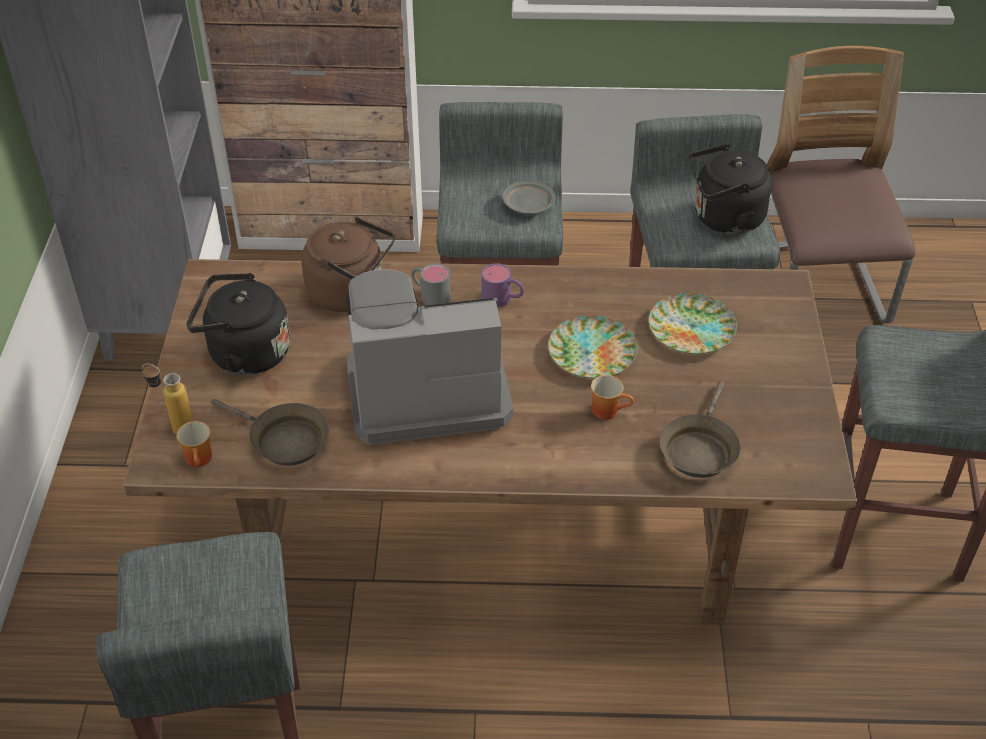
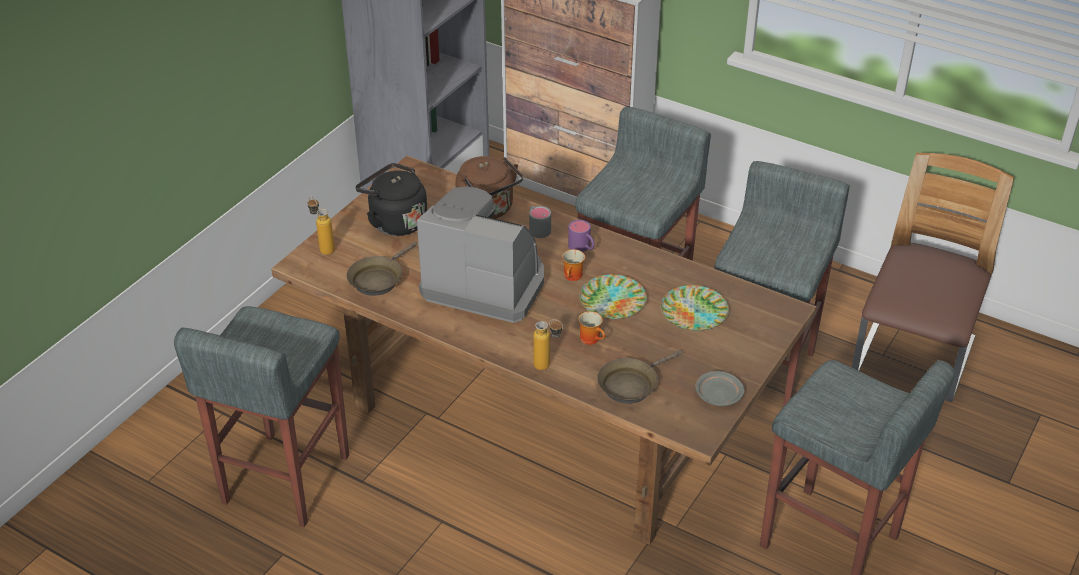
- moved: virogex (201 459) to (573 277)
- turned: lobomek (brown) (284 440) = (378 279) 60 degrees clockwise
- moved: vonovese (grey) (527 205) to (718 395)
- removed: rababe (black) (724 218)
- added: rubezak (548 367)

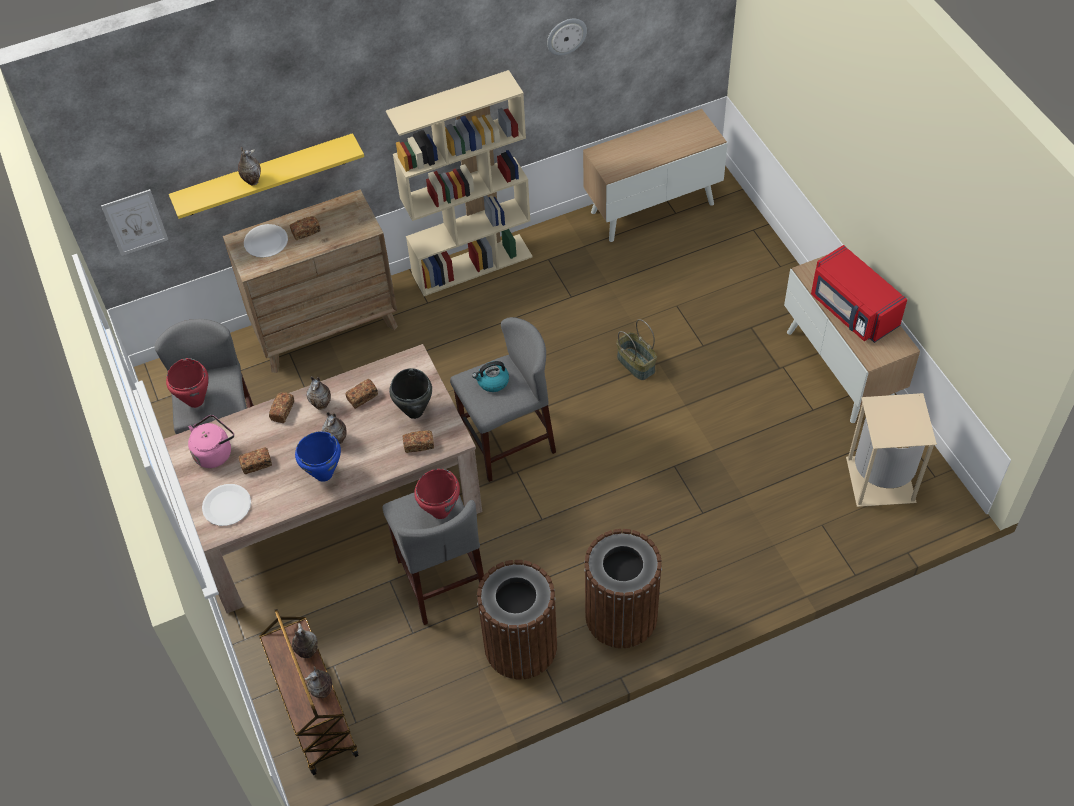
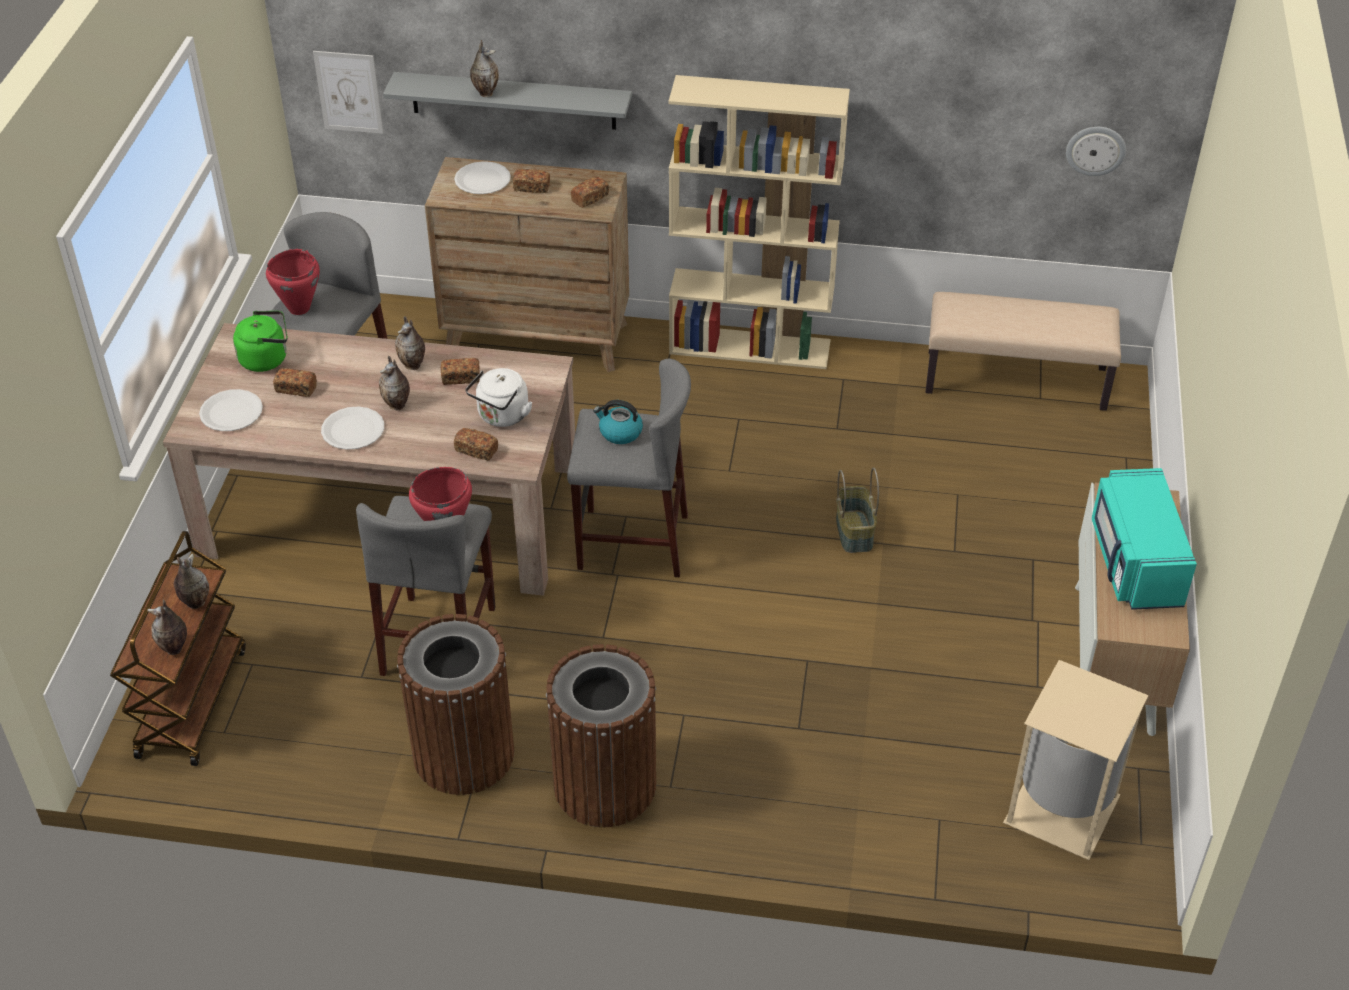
- recoloured: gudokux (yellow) (265 175) to gudokux (grey) (513 100)
- recoloured: rababe (pink) (215 452) to rababe (green) (267 358)
- moved: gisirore (282 411) to (590 198)
- replaced: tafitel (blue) (323 474) to vonovese (white) (353 430)
- replaced: tafitel (black) (414 412) to rababe (white) (501 416)
- moved: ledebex (566 36) to (1095 150)
- replaced: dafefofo (652 207) to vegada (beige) (1016 380)
- recoloured: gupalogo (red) (852 310) to gupalogo (turquoise) (1134 563)

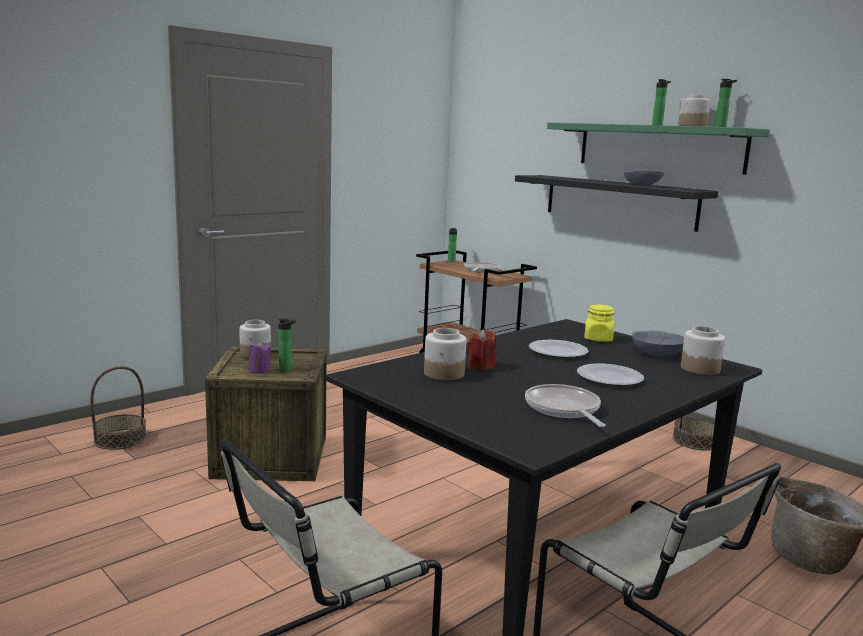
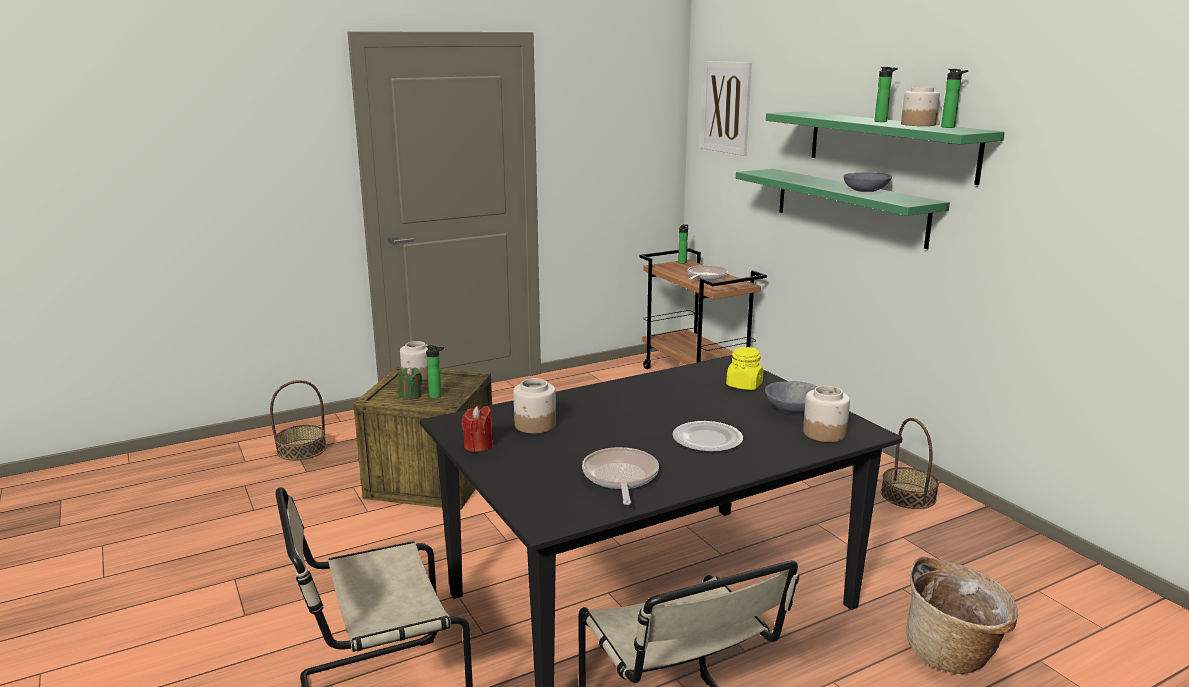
- recoloured: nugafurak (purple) (259 370) to nugafurak (green) (410 395)
- moved: nugafurak (red) (481 366) to (478 446)
- recoloured: gudokux (black) (619 201) to gudokux (green) (849 206)
- removed: vonovese (558 351)
- added: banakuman (726 107)

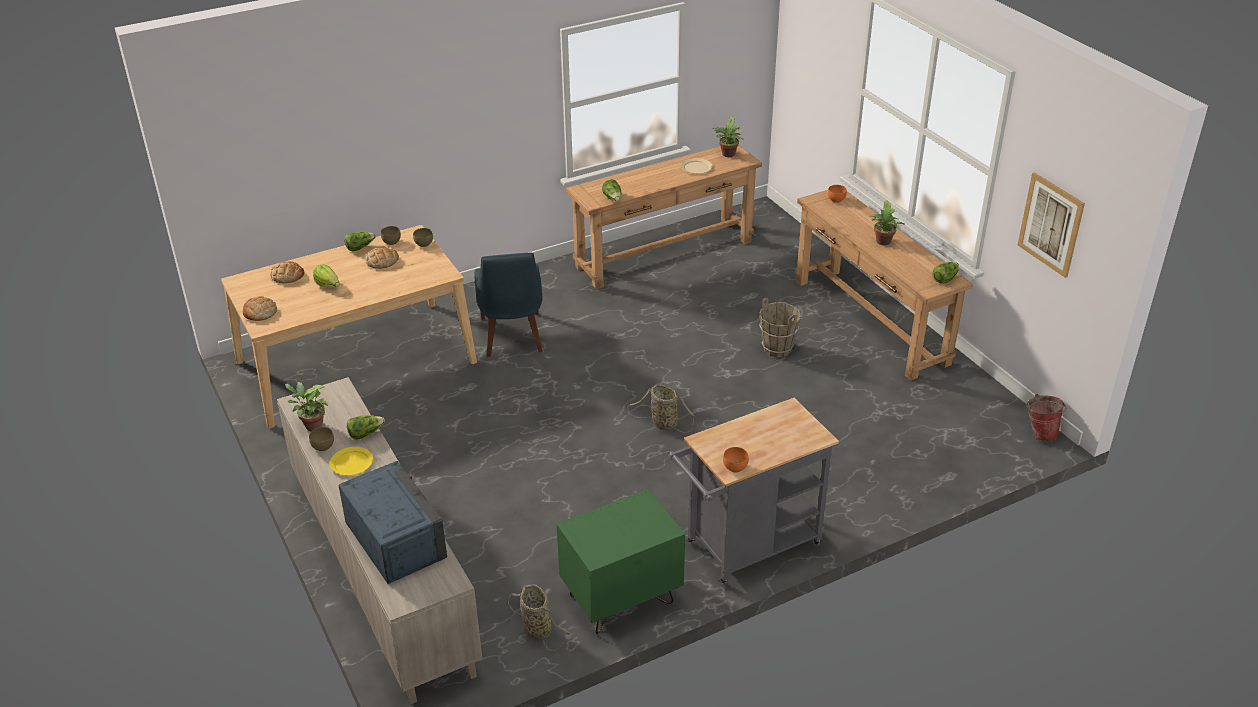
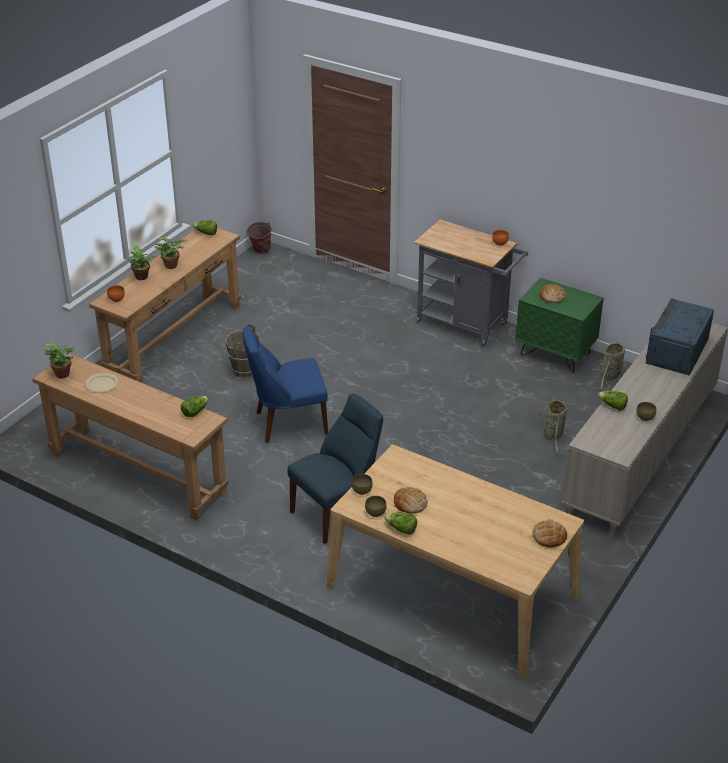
- moved: gisirore (287 275) to (552 296)
- moved: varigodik (311 425) to (142 278)
- removed: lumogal (328 285)
- removed: vonovese (yellow) (351 463)
- moved: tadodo (662 423) to (553 435)
- removed: banakuman (1050 224)
- added: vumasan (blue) (287 423)

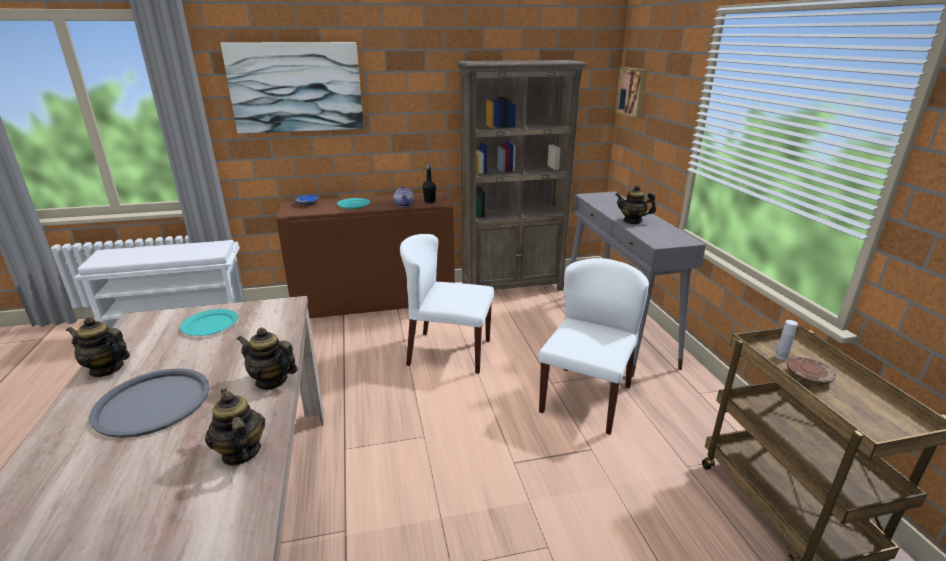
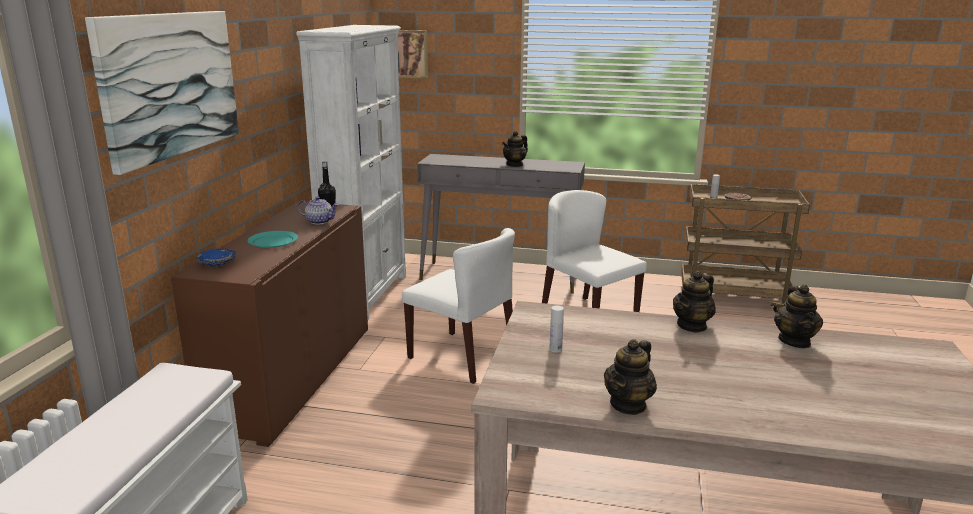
- removed: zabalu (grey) (152 403)
- replaced: vonovese (turquoise) (210 325) to rubezak (white) (555 349)
- turned: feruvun (240 452) = (795 341) 75 degrees counterclockwise
- turned: vumasan (white) (448 352) = (463 356) 90 degrees counterclockwise
- recoloured: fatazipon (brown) (513 287) to fatazipon (white) (367 295)

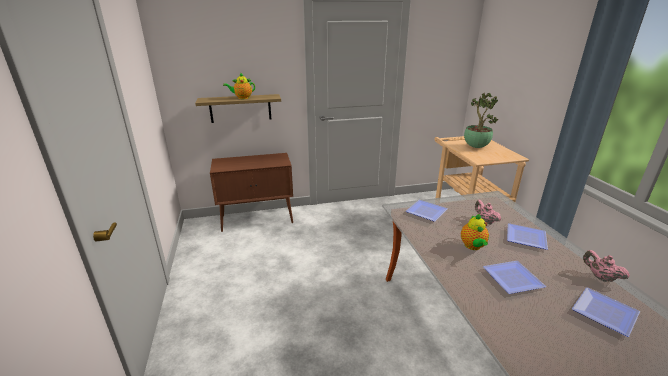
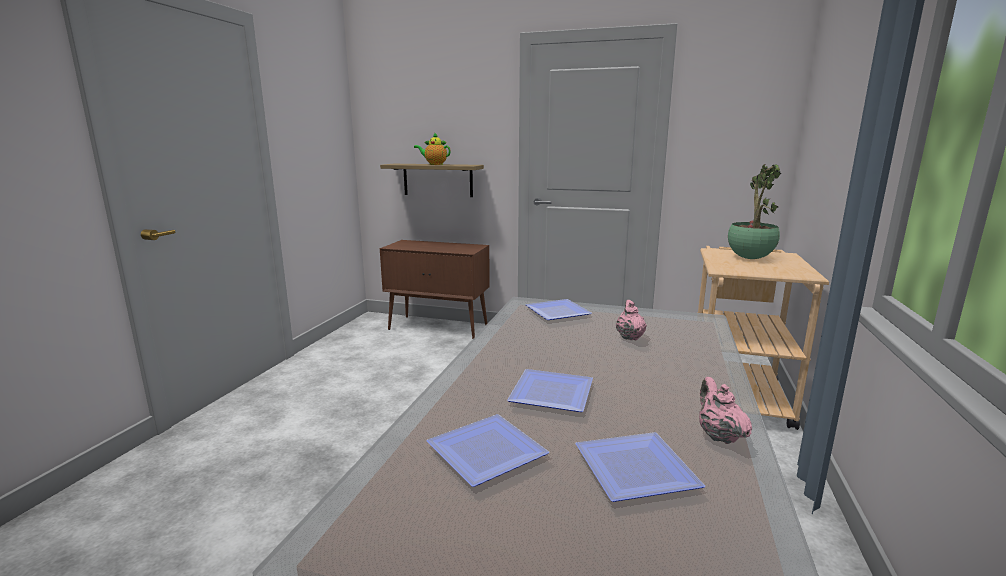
- removed: feruvun (473 246)
- moved: vonovese (527 237) to (491 452)

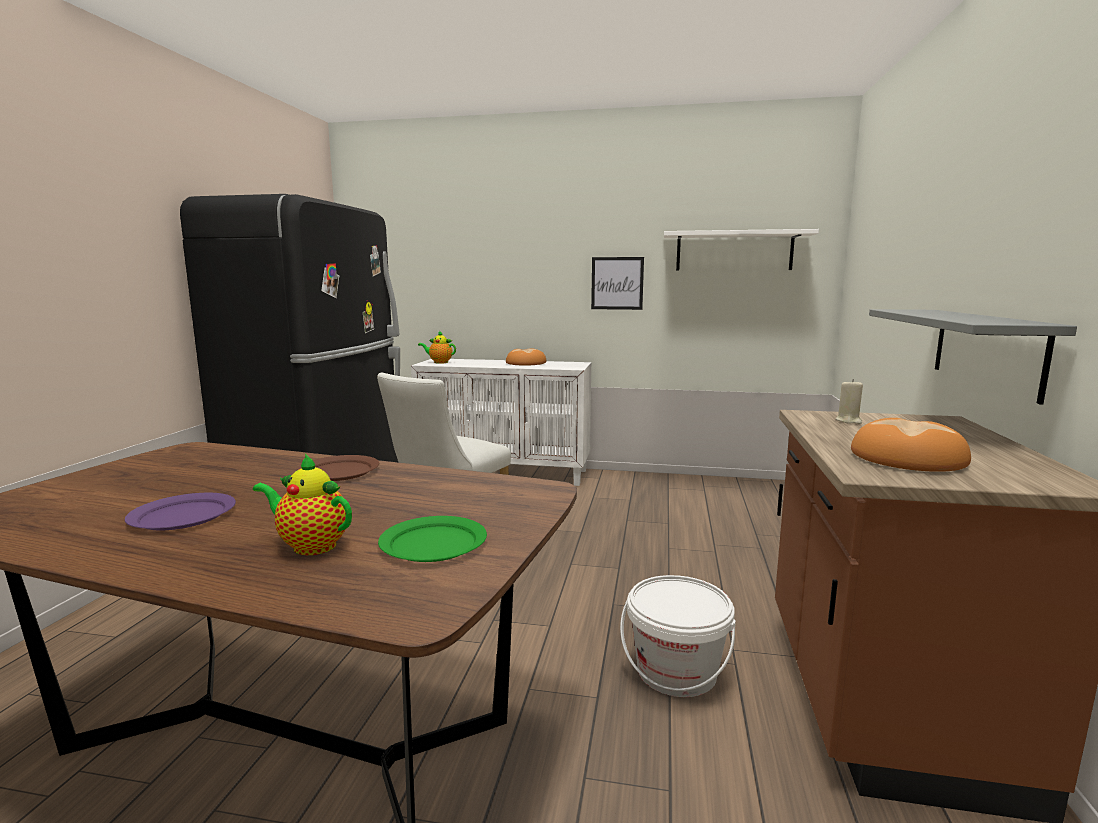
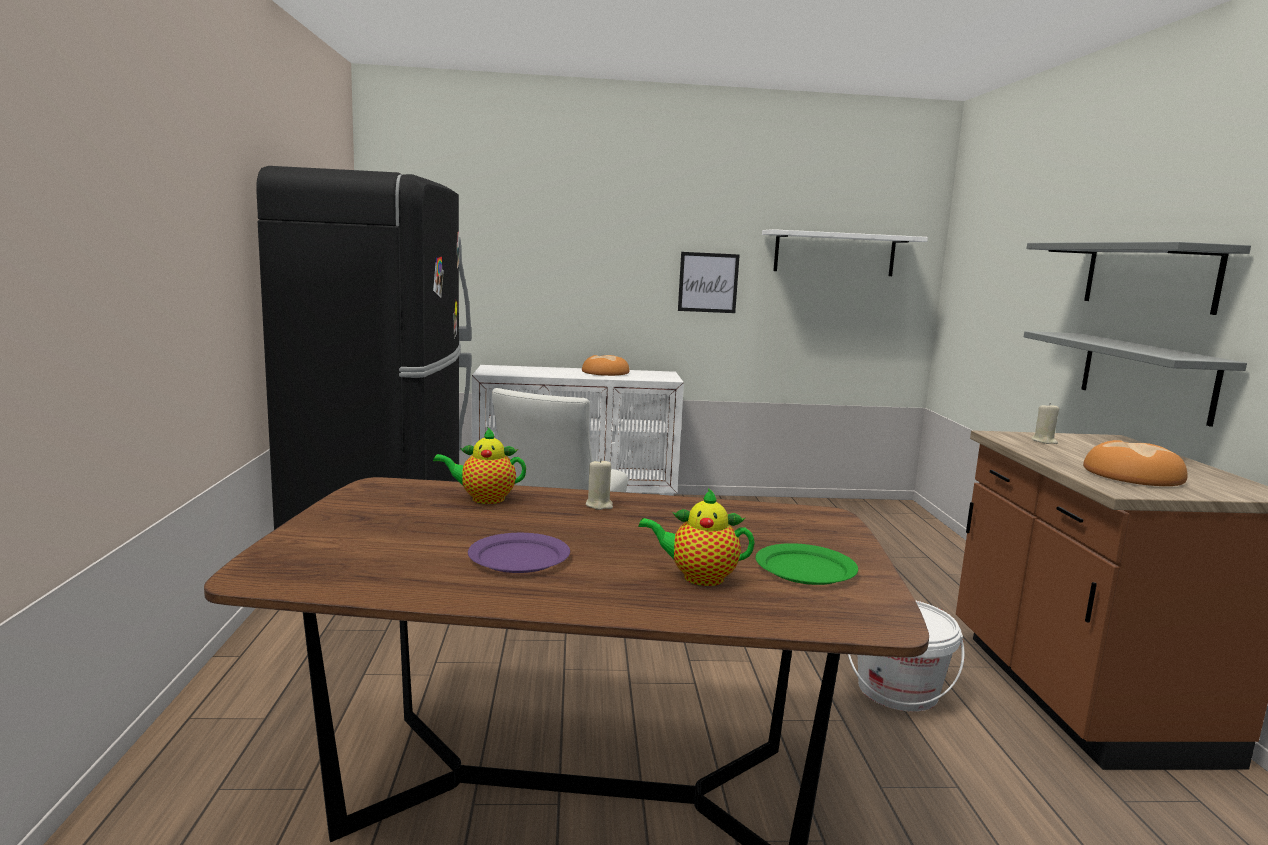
- replaced: vonovese (brown) (338 471) to nugafurak (beige) (599 505)
- moved: feruvun (439 362) to (484 499)
- added: gudokux (grey) (1149 276)

